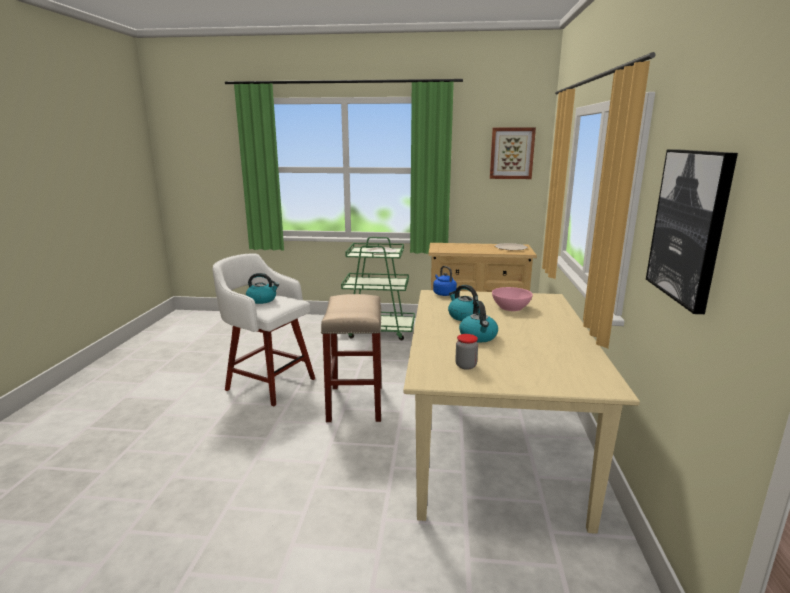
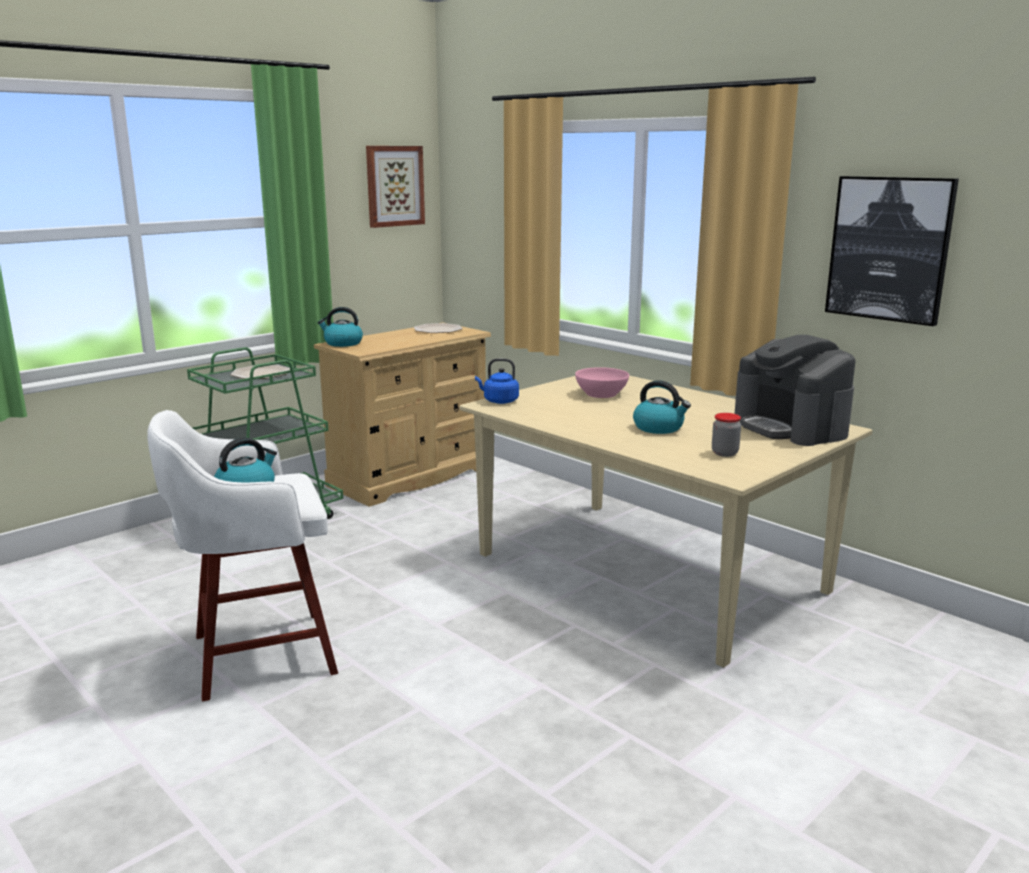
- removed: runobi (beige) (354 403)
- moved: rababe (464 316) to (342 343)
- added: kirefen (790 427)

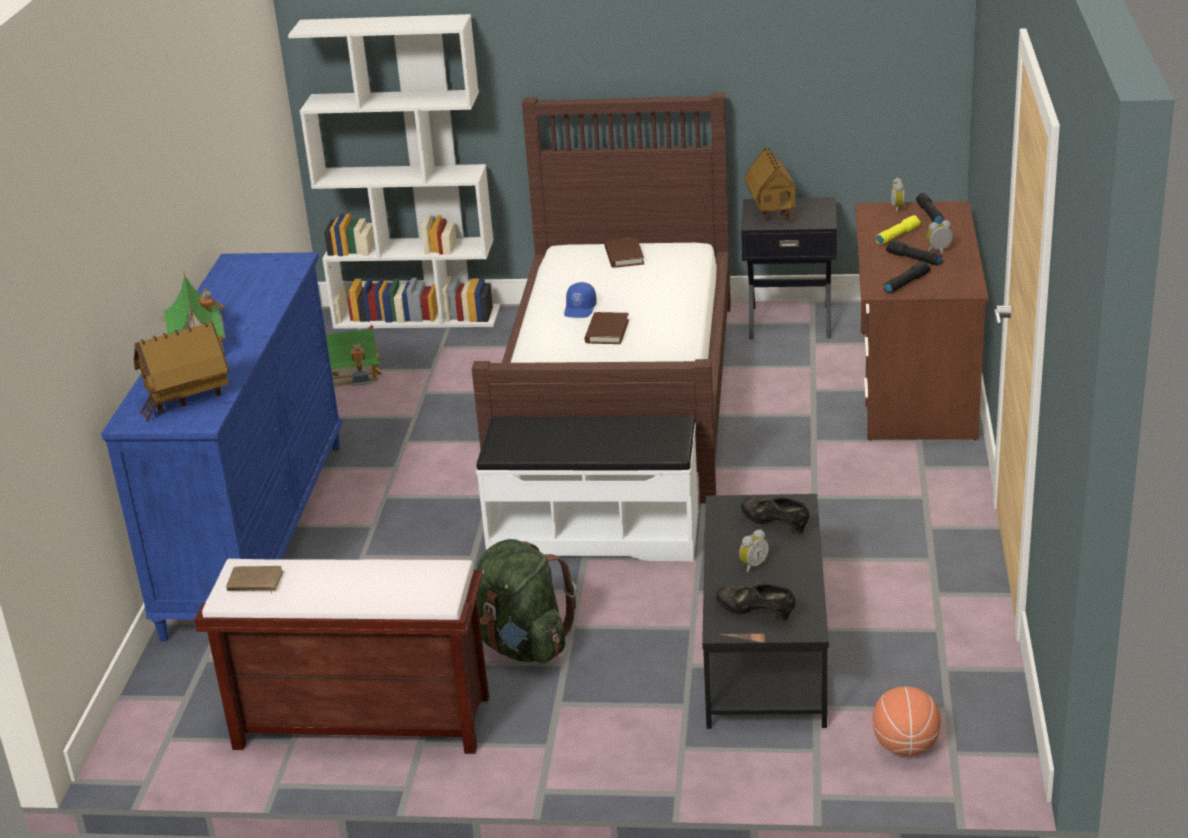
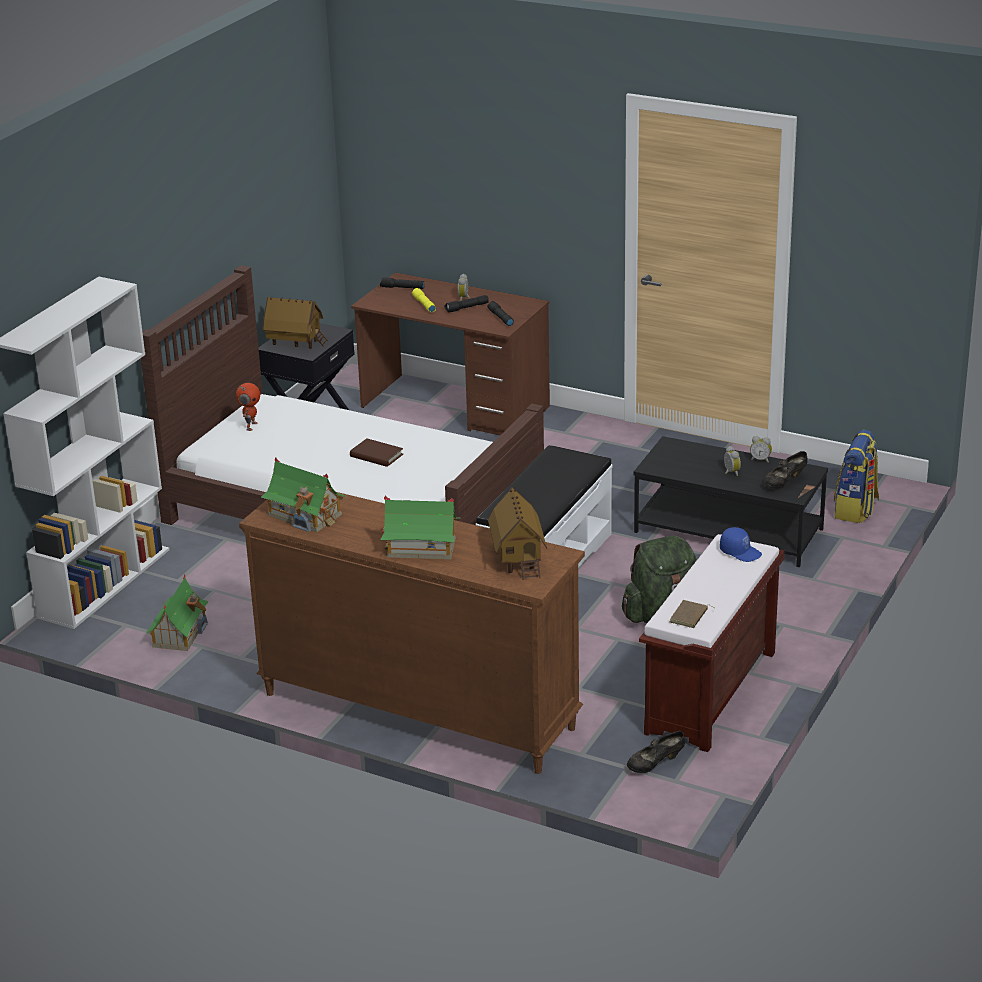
- recoloured: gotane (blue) (257 535) to gotane (brown) (417 710)
- moved: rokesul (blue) (580 309) to (740 552)
- replaced: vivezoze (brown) (624 256) to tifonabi (250 426)
- moved: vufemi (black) (775 525) to (655 764)
- replaced: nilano (905 747) to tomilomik (855 510)
- moved: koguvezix (899 208) to (760 459)
- added: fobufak (305 515)

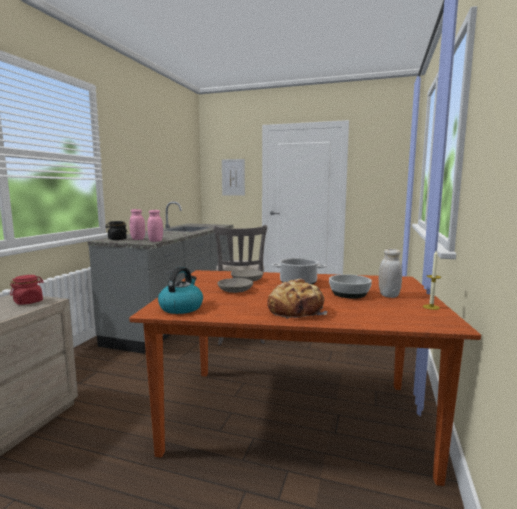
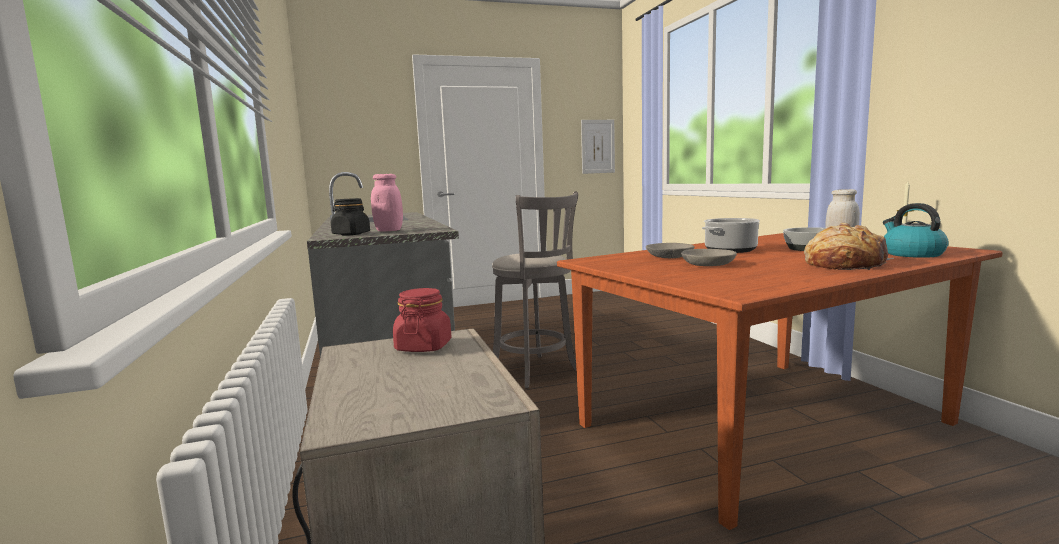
- removed: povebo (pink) (156 241)
- moved: rababe (181 308) to (911 254)
- moved: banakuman (233 177) to (598 146)

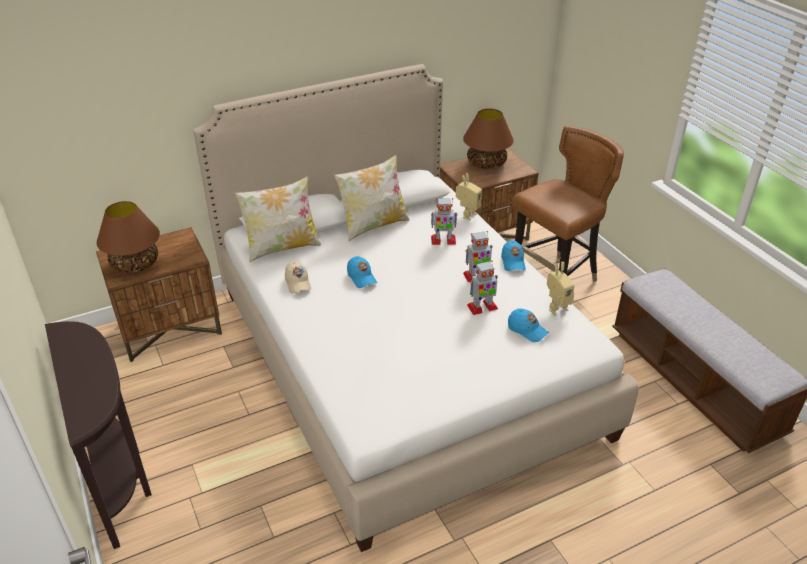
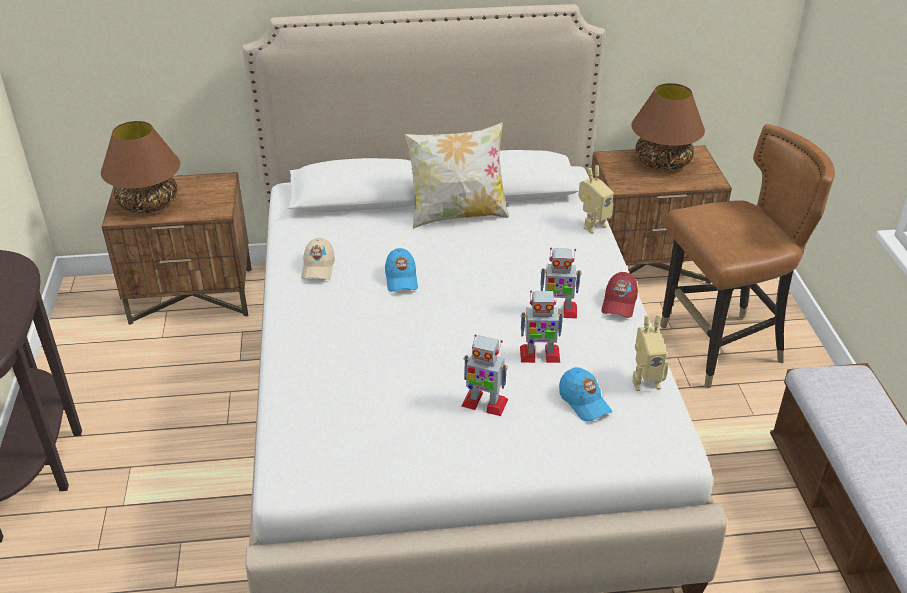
- removed: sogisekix (282 247)
- moved: tifonabi (443 240) to (484 403)
- recoloured: rokesul (blue) (513 262) to rokesul (red) (619 303)

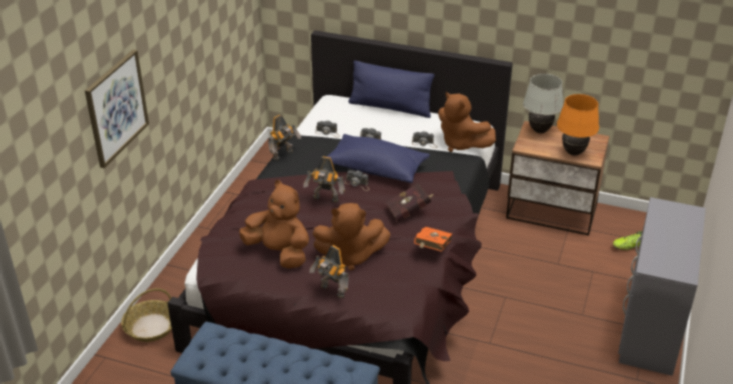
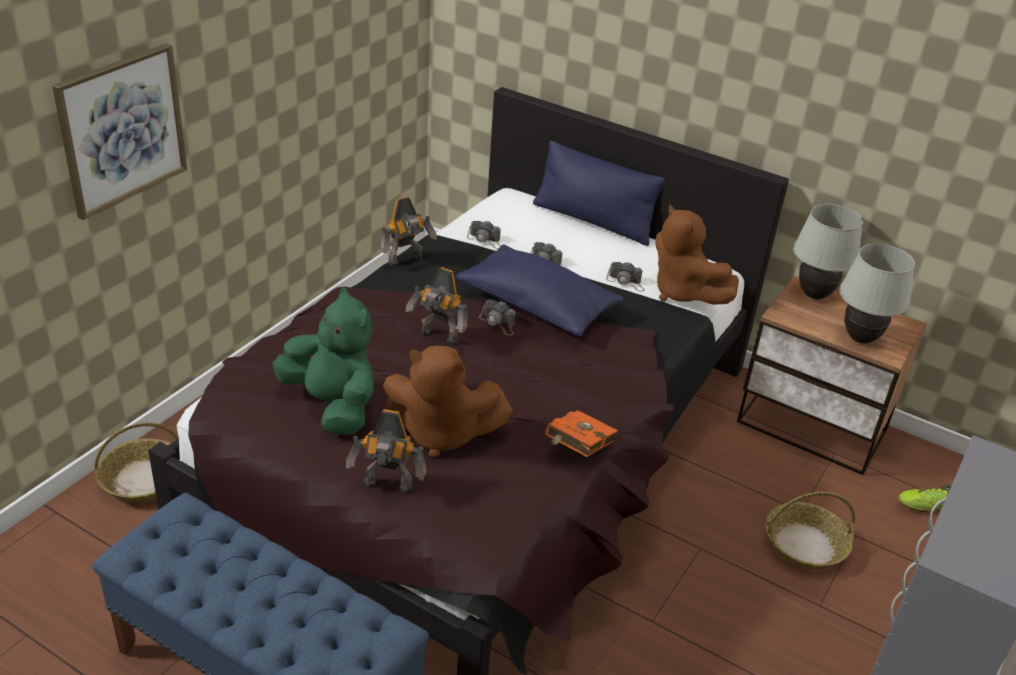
- recoloured: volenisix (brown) (279 252) to volenisix (green) (332 406)
- turned: tifonabi (331 292) = (388 487) 45 degrees counterclockwise
- removed: vivezoze (red) (410 211)
- recoloured: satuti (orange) (573 153) to satuti (white) (860 339)
- added: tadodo (805 545)

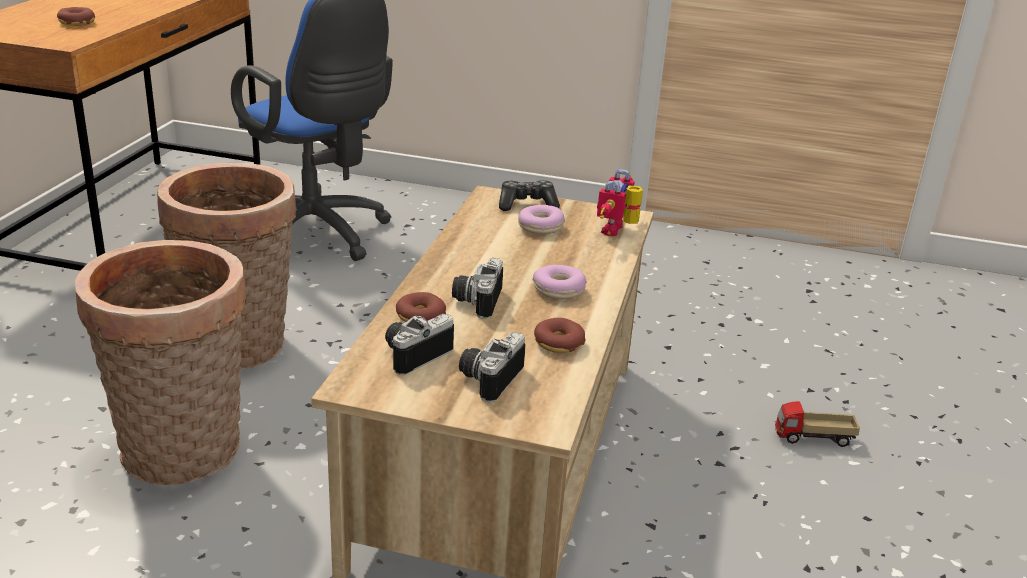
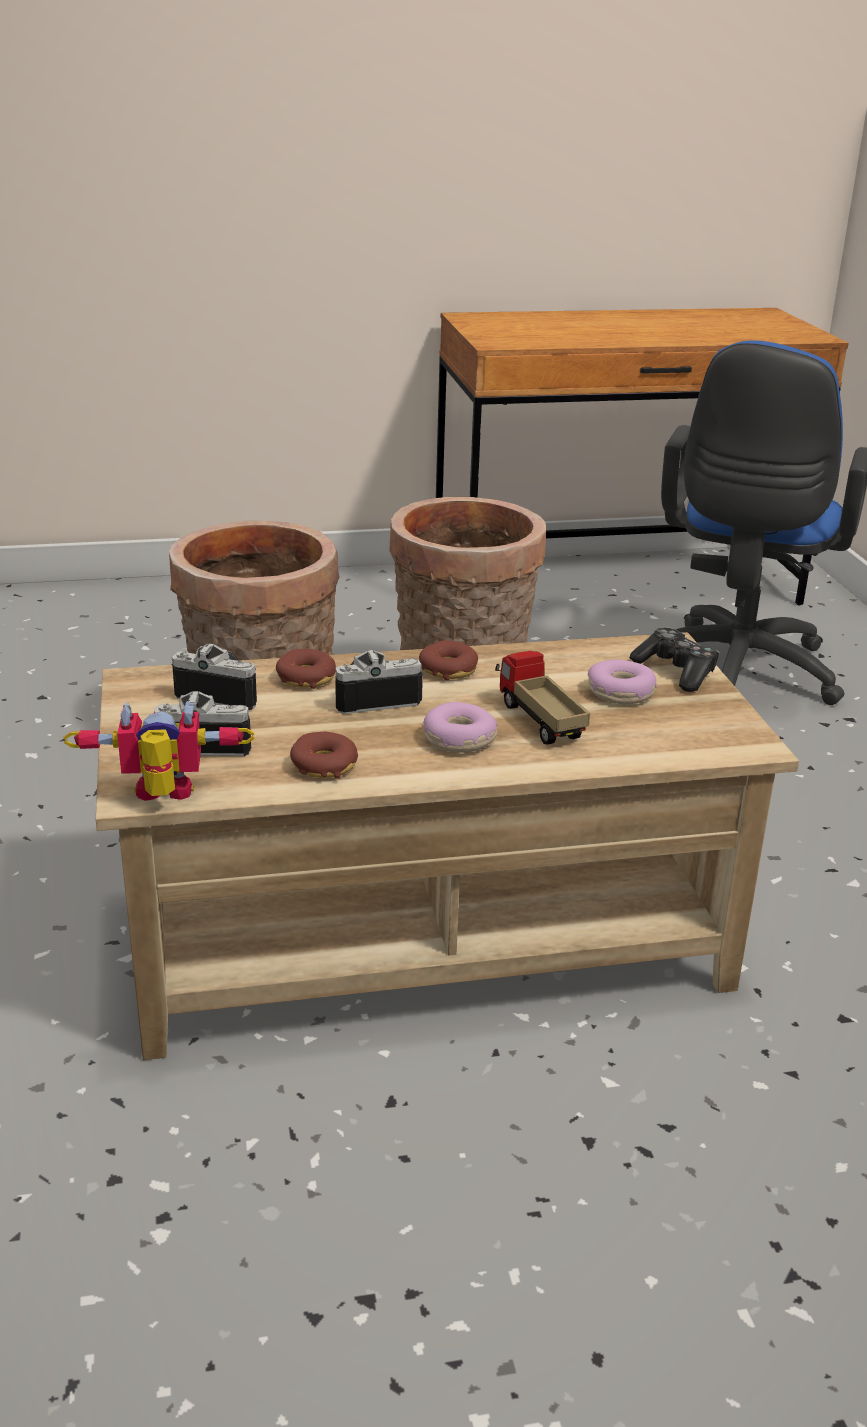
- moved: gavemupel (77 23) to (448 669)
- moved: tifonabi (618 231) to (163 799)
- moved: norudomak (813 439) to (538 721)

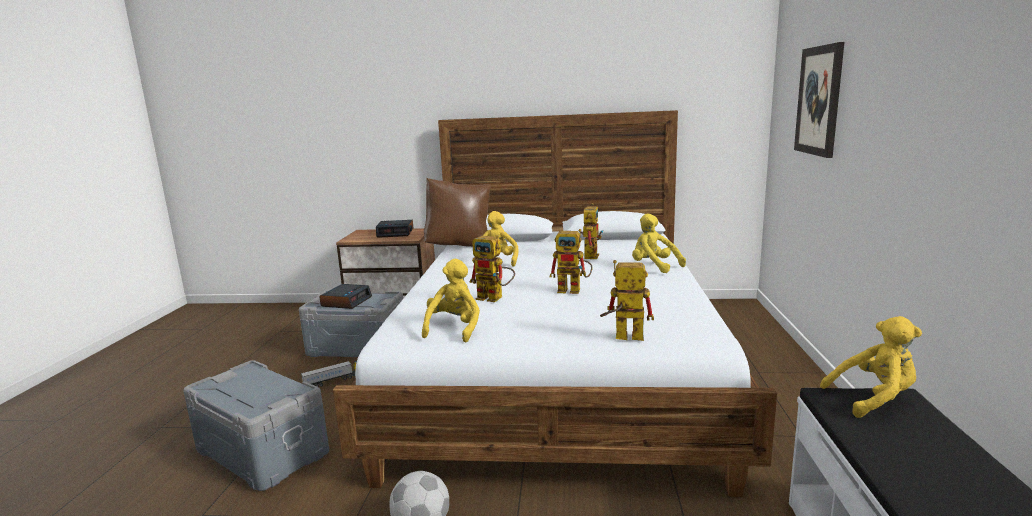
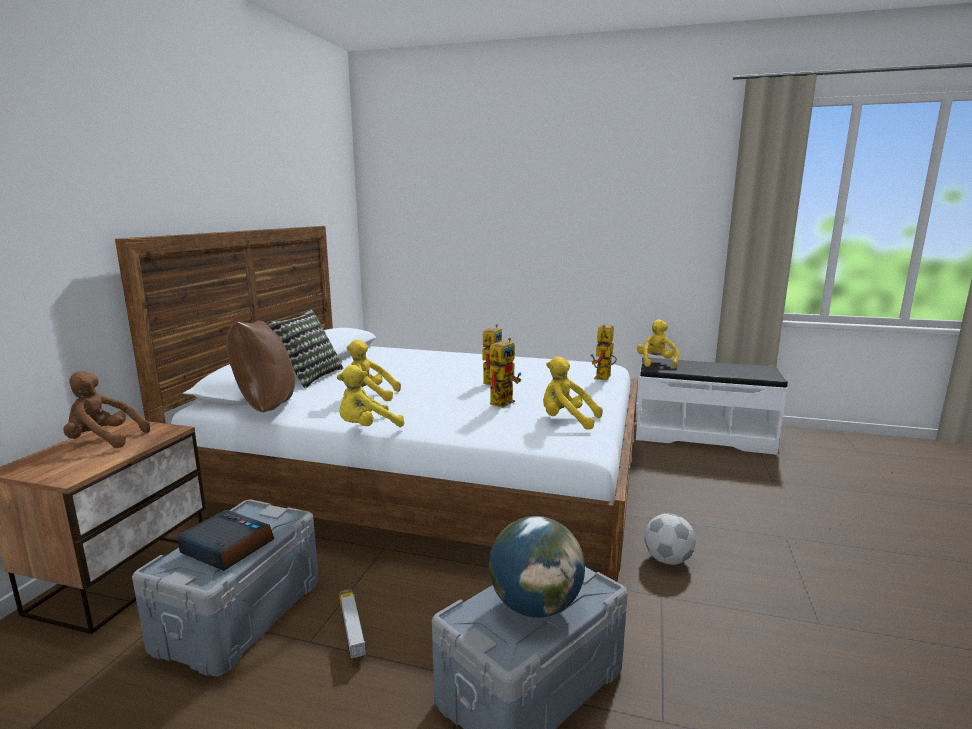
- replaced: koguvezix (396 233) to volenisix (brown) (103 440)
- removed: tifonabi (590 255)
- moved: volenisix (yellow) (654 267) to (367 428)
- removed: banakuman (819 100)
- added: sogisekix (309 377)
- added: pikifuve (534 606)

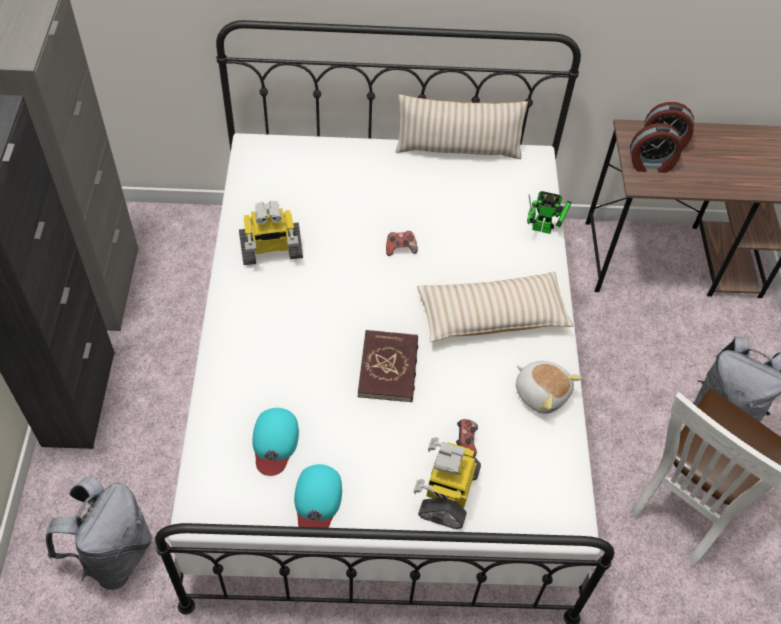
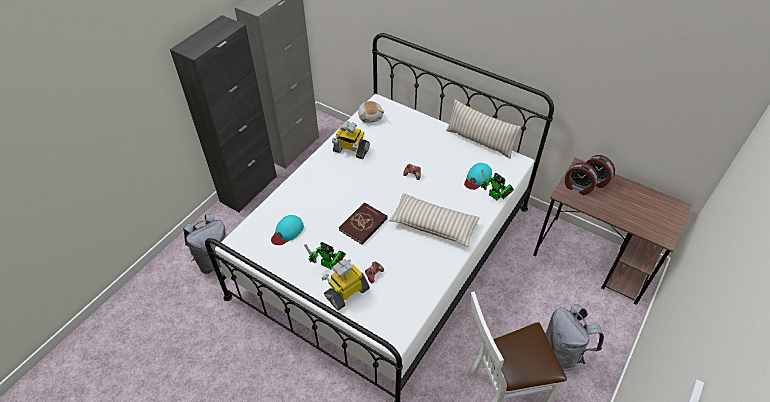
- moved: rokesul (turquoise) (317 500) to (477 178)
- moved: volenisix (541 392) to (370 117)
- added: tifonabi (329 265)

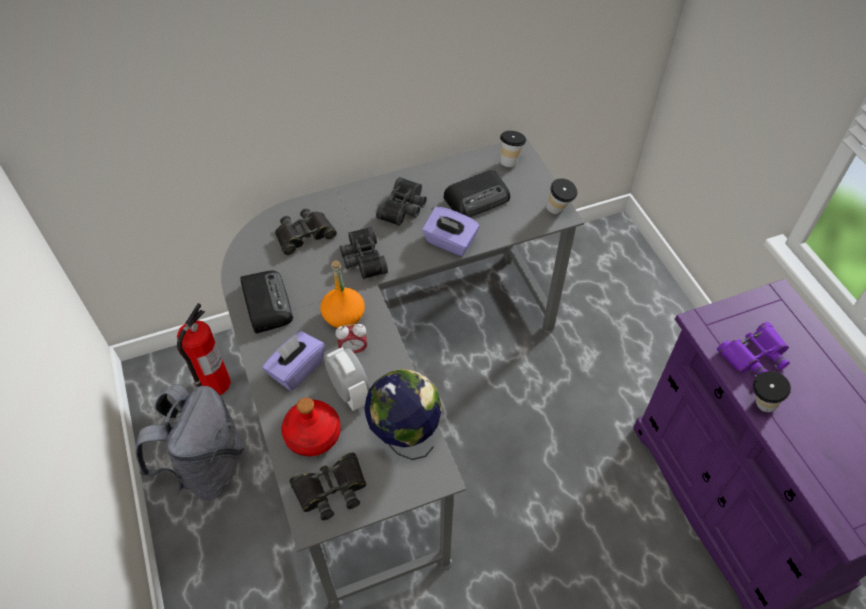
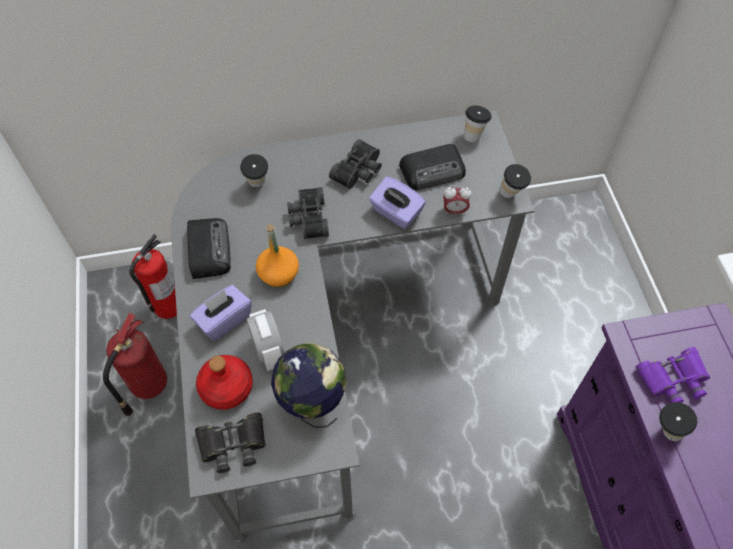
- replaced: tomilomik (grey) (207 468) to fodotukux (147 386)
- replaced: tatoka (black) (304 235) to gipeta (257 185)
- moved: koguvezix (353 350) to (454 211)

